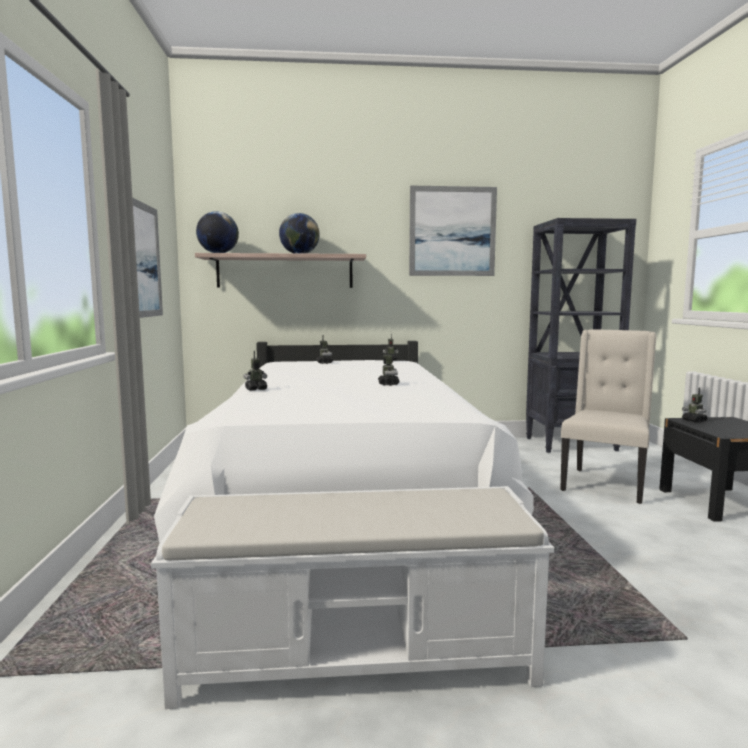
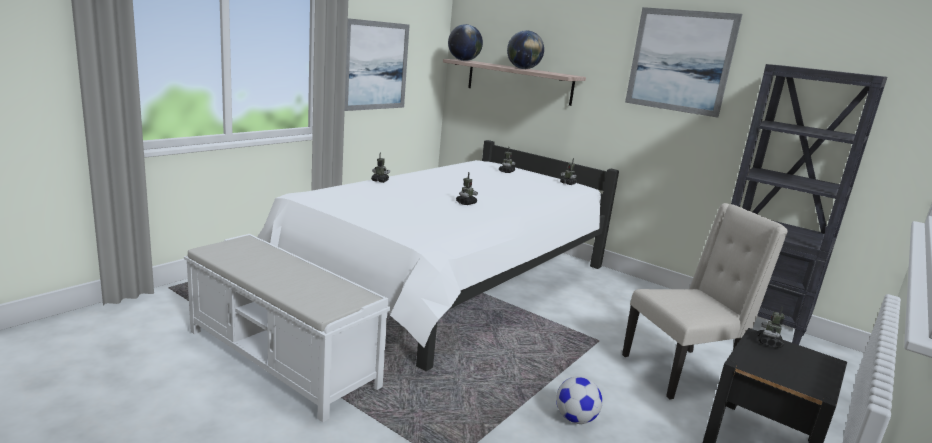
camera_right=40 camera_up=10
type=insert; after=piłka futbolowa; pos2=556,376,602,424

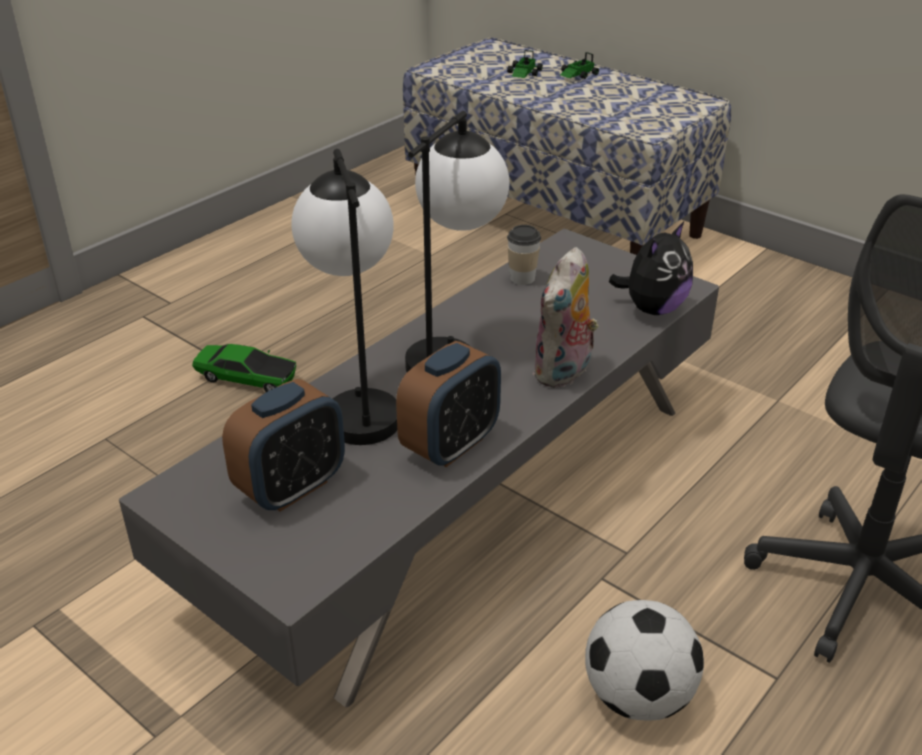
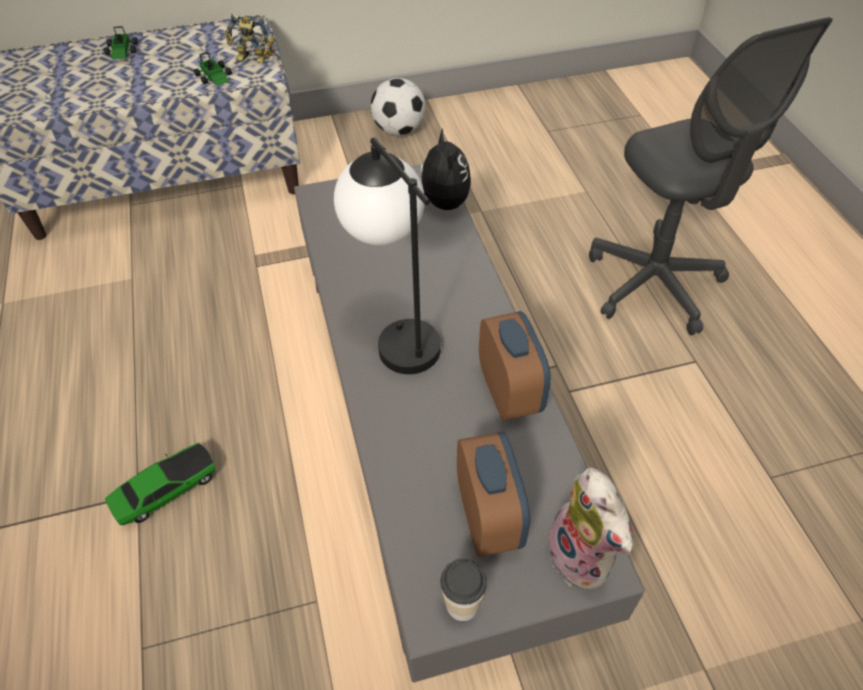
camera_right=-55 camera_up=15
type=move; before=samochodzik; pos1=507,50,543,78; pos2=194,52,232,86
type=delete; before=lampa stołowa; pos1=291,149,397,445
type=move; before=filiżanka; pos1=507,225,541,285; pos2=441,559,487,621
type=move; before=pluszak; pos1=533,247,599,388; pos2=548,467,633,589
type=move; before=piłka futbolowa; pos1=585,600,704,720; pos2=371,78,426,135
type=insert; after=robot zabawkowy; pos2=224,13,275,63

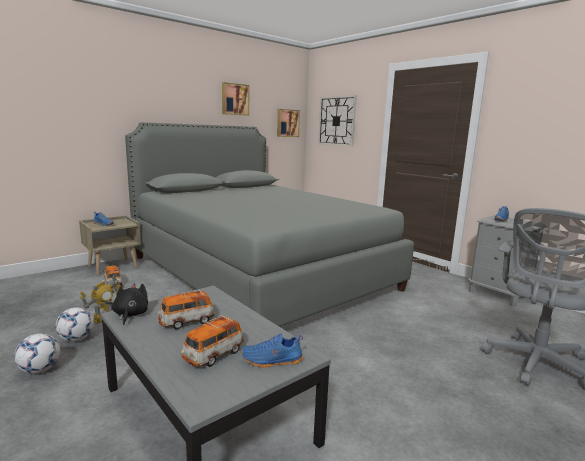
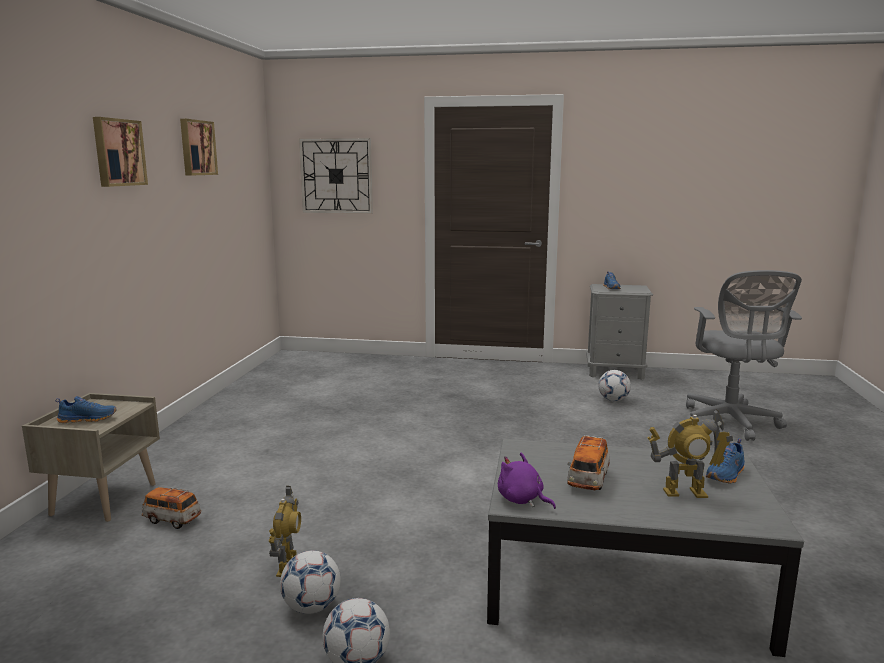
camera_right=-40 camera_up=0
type=move; before=obraz; pos1=277,109,300,137; pos2=93,117,148,187
type=delete; before=łóżko [szary]; pos1=125,122,414,327
type=recolor; before=pluszak [czarny]; after=pluszak [fioletowy]; pos1=112,283,148,325; pos2=498,453,556,509
type=replace; before=samochodzik; after=robot zabawkowy; pos1=181,315,244,367; pos2=648,409,733,498
type=insert; after=piłka futbolowa; pos2=598,370,631,401

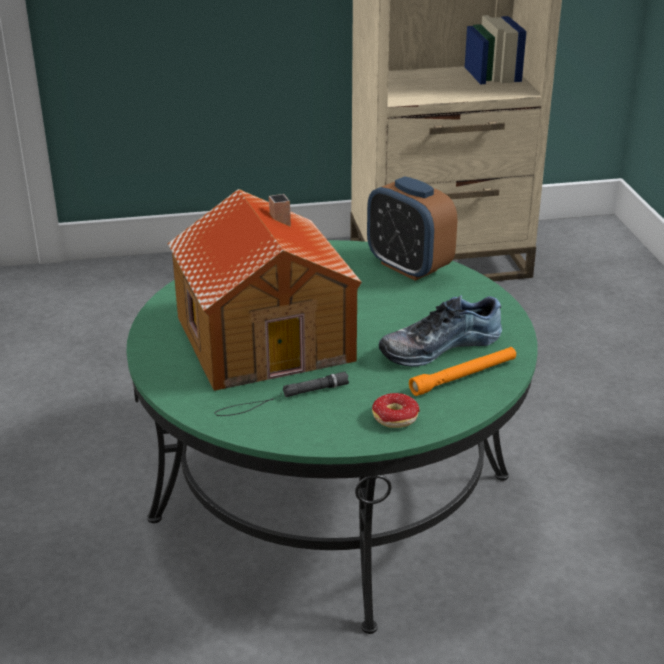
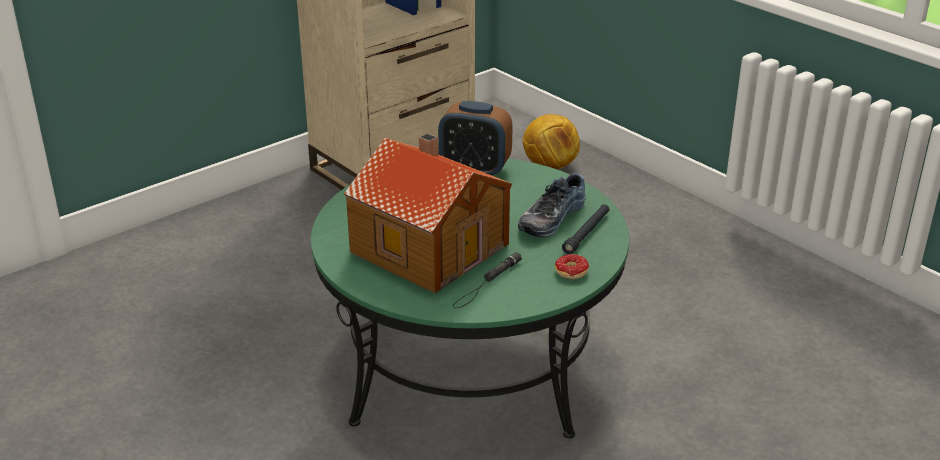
camera_right=-30 camera_up=0
type=recolor; before=latarka [pomarańczowy]; after=latarka [czarny]; pos1=409,347,516,396; pos2=562,204,609,254
type=insert; after=piłka futbolowa; pos2=523,114,580,170

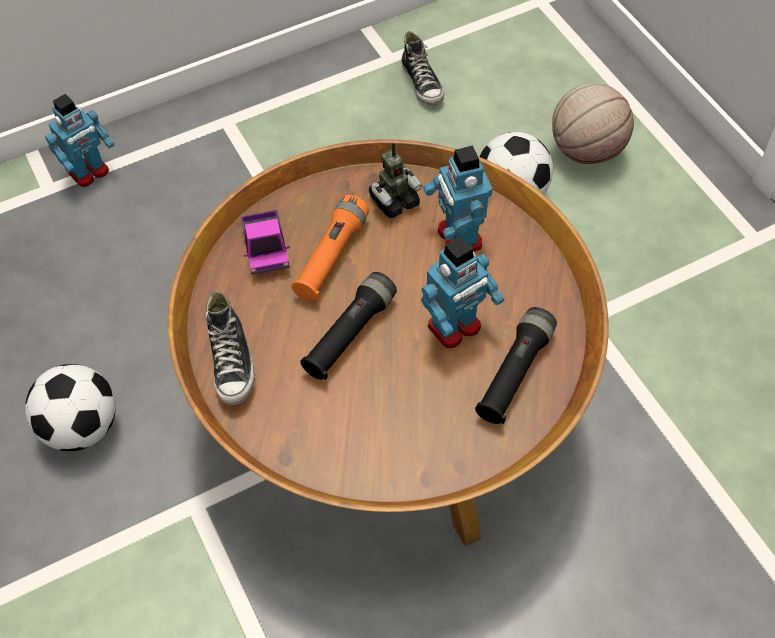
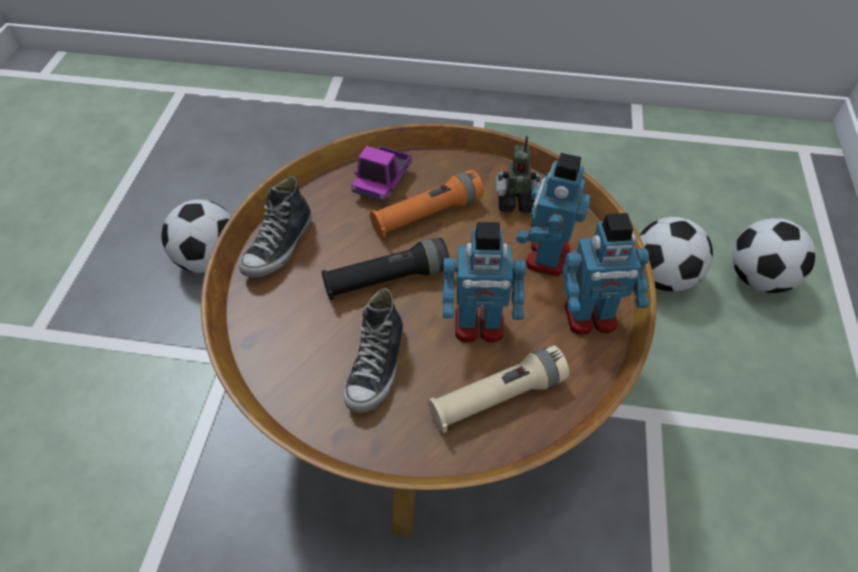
camera_right=35 camera_up=-5
type=move; before=but; pos1=401,31,444,105; pos2=344,288,403,413
type=replace; before=piłka do koszykówki; after=piłka futbolowa; pos1=552,83,634,164; pos2=732,218,816,293
type=move; before=robot zabawkowy; pos1=45,94,115,187; pos2=563,213,649,335
type=recolor; before=latarka [czarny]; after=latarka [beżowy]; pos1=475,307,557,424; pos2=428,345,569,433

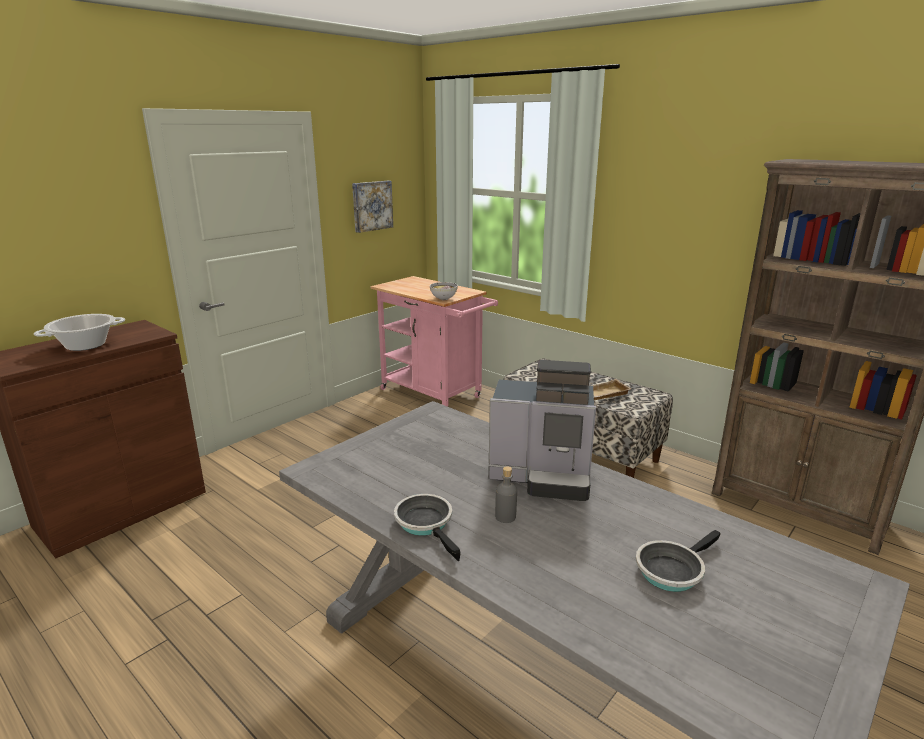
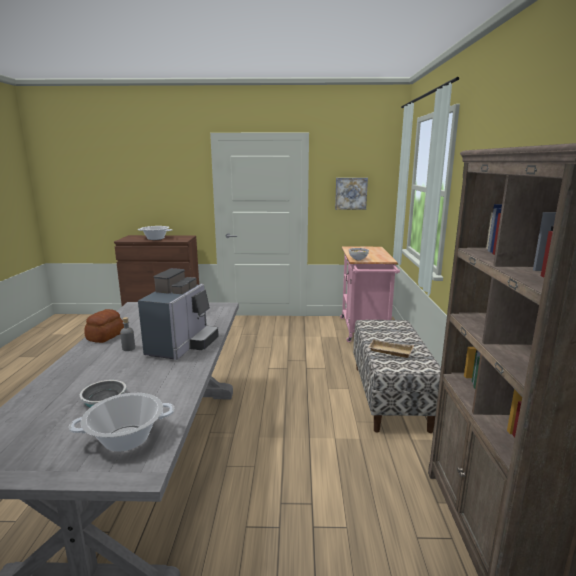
camera_right=50 camera_up=-5
type=rotate; before=ekspres do kawy; pos1=488,360,596,501; pos2=138,268,219,360; turn=-135
type=replace; before=patelnia; after=chleb; pos1=394,494,461,561; pos2=84,309,124,343
type=insert; after=garnek; pos2=69,393,175,452

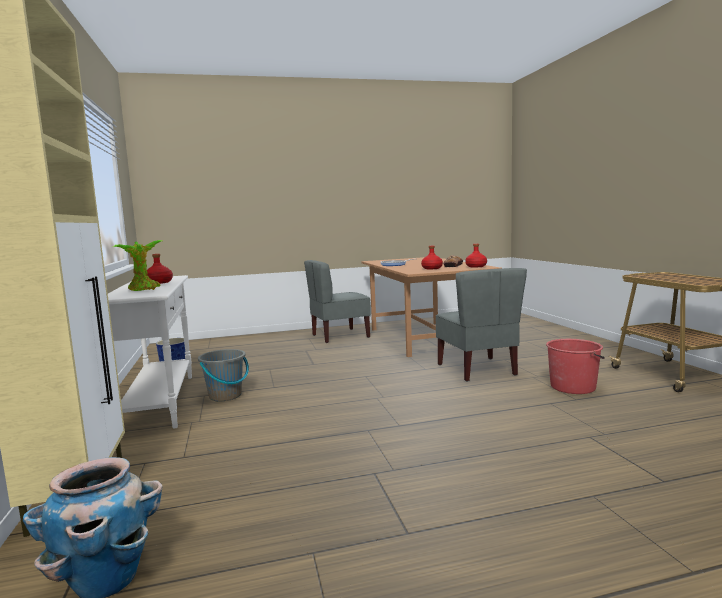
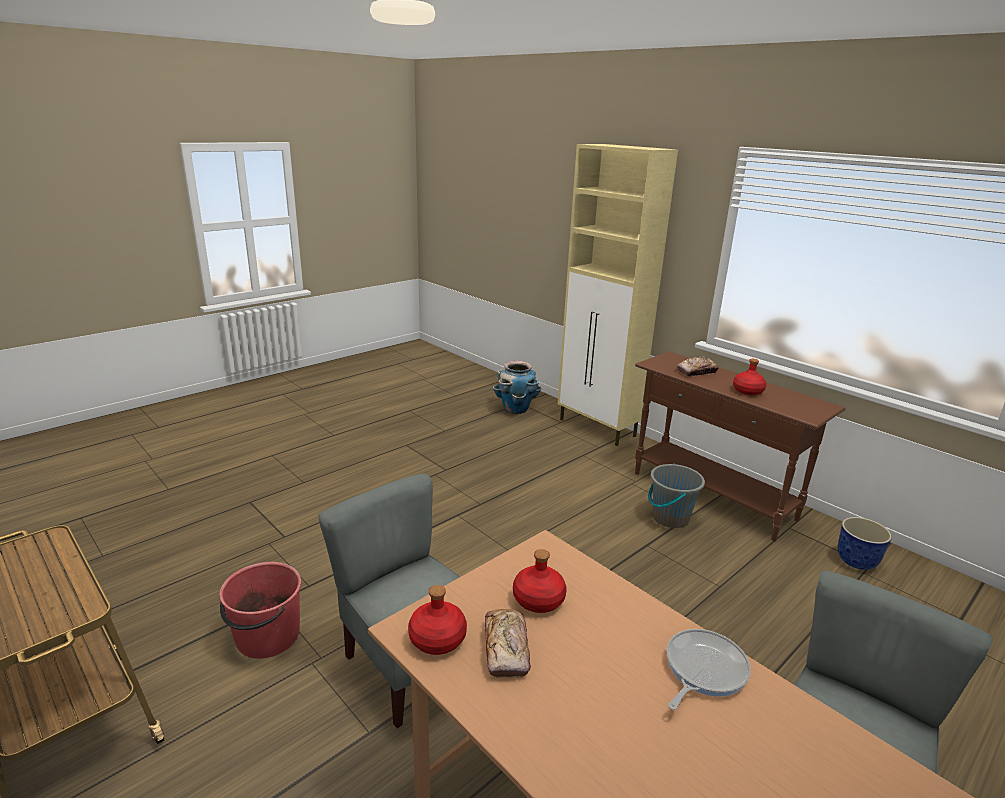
camera_right=150 camera_up=15
type=replace; before=roślina doniczkowa; after=chleb; pos1=113,240,162,291; pos2=677,356,719,376
type=recolor; before=stolik konsolowy [biały]; after=stolik konsolowy [brązowy]; pos1=108,275,192,429; pos2=635,351,845,541

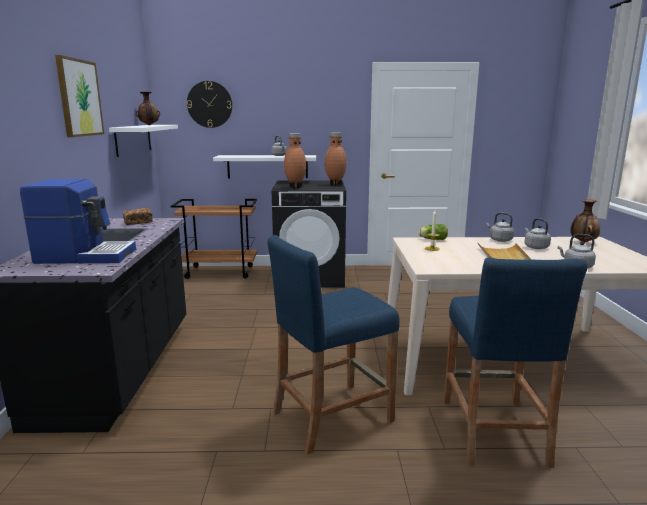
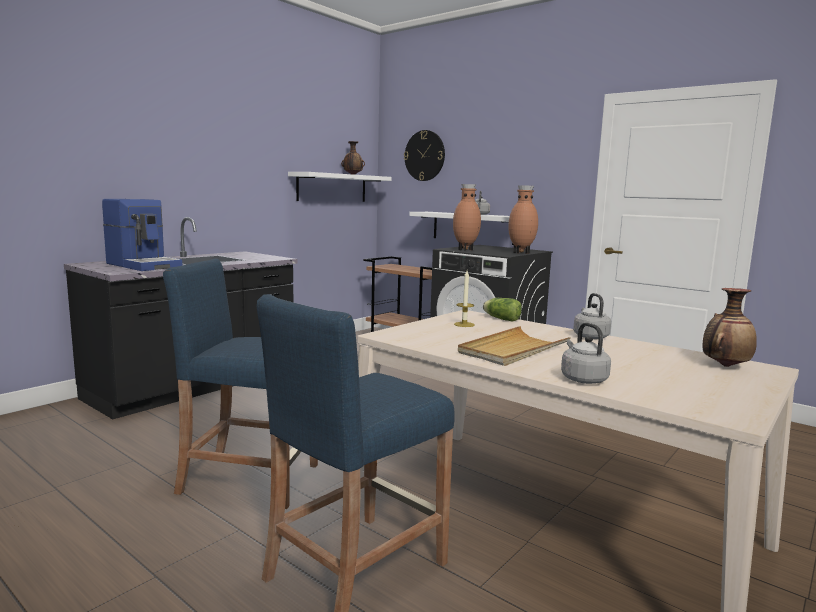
camera_right=40 camera_up=-5
type=delete; before=obraz; pos1=55,55,104,137
type=delete; before=chleb; pos1=123,208,153,225
type=delete; before=czajnik [szary]; pos1=525,218,551,249

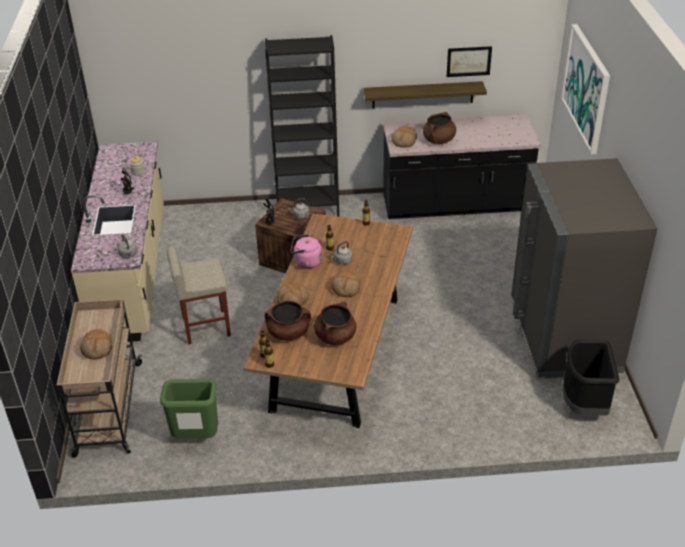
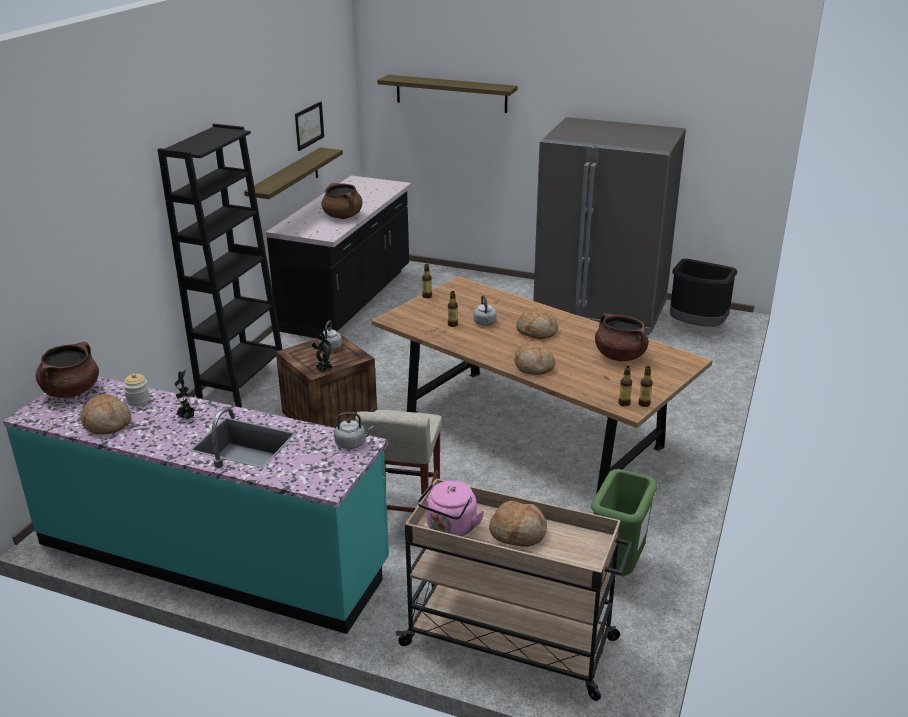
camera_right=-65 camera_up=-10
type=replace; before=obraz; after=półka; pos1=561,24,610,154; pos2=377,75,518,113
type=move; before=chleb; pos1=392,126,417,148; pos2=80,394,131,435
type=recolor; before=zabudowa kuchenna [beżowy]; after=zabudowa kuchenna [turkusowy]; pos1=71,141,164,342; pos2=3,377,389,634
type=move; before=czajnik [różowy]; pos1=290,234,322,269; pos2=418,481,484,537
type=move; before=garnek [brązowy]; pos1=265,301,311,341; pos2=36,342,99,398

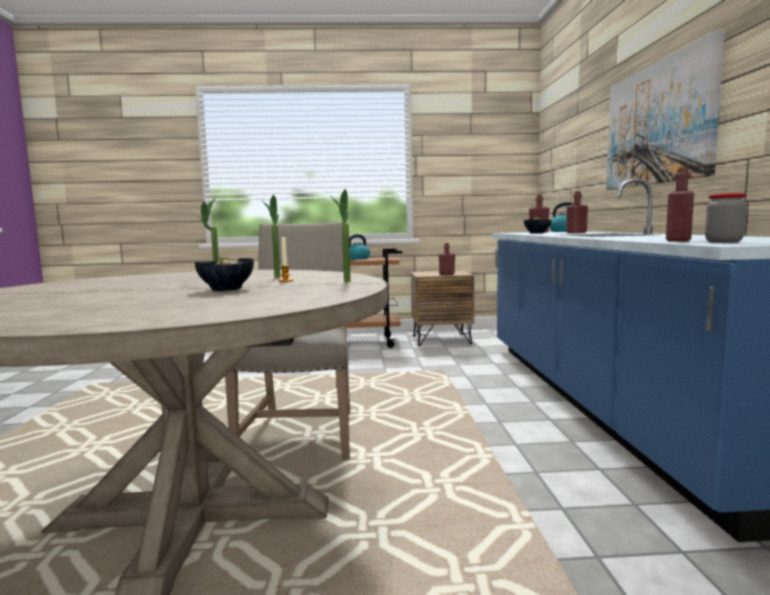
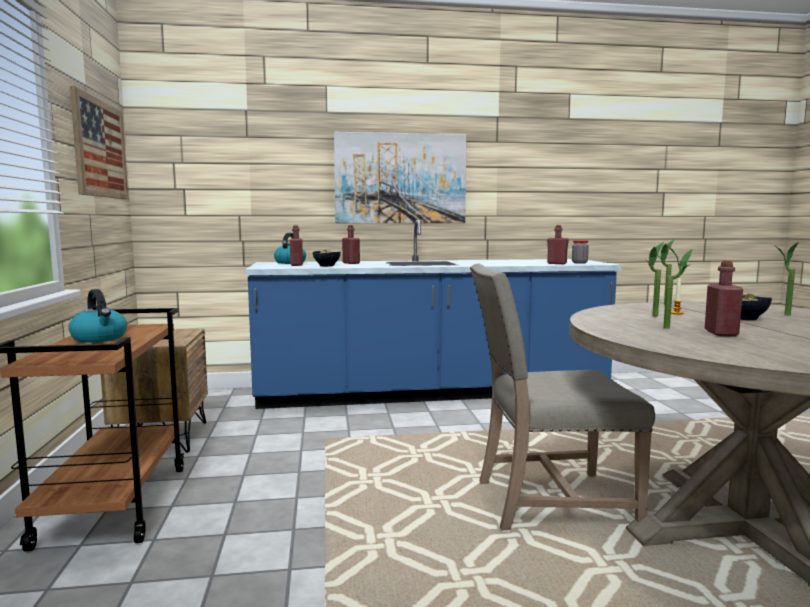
camera_right=-95 camera_up=0
type=move; before=butelka [czerwony]; pos1=438,243,455,275; pos2=705,260,743,337
type=insert; after=obraz; pos2=70,86,128,199
type=insert; after=roślina doniczkowa; pos2=776,242,798,316

